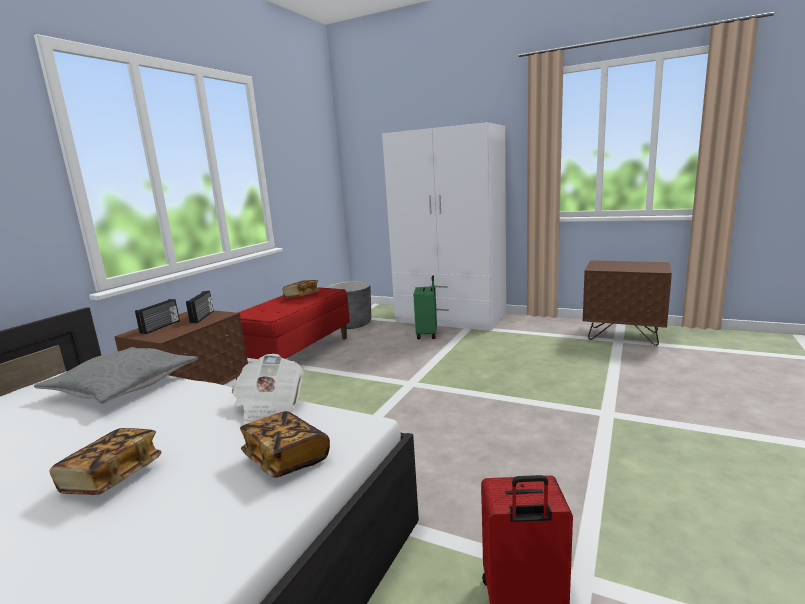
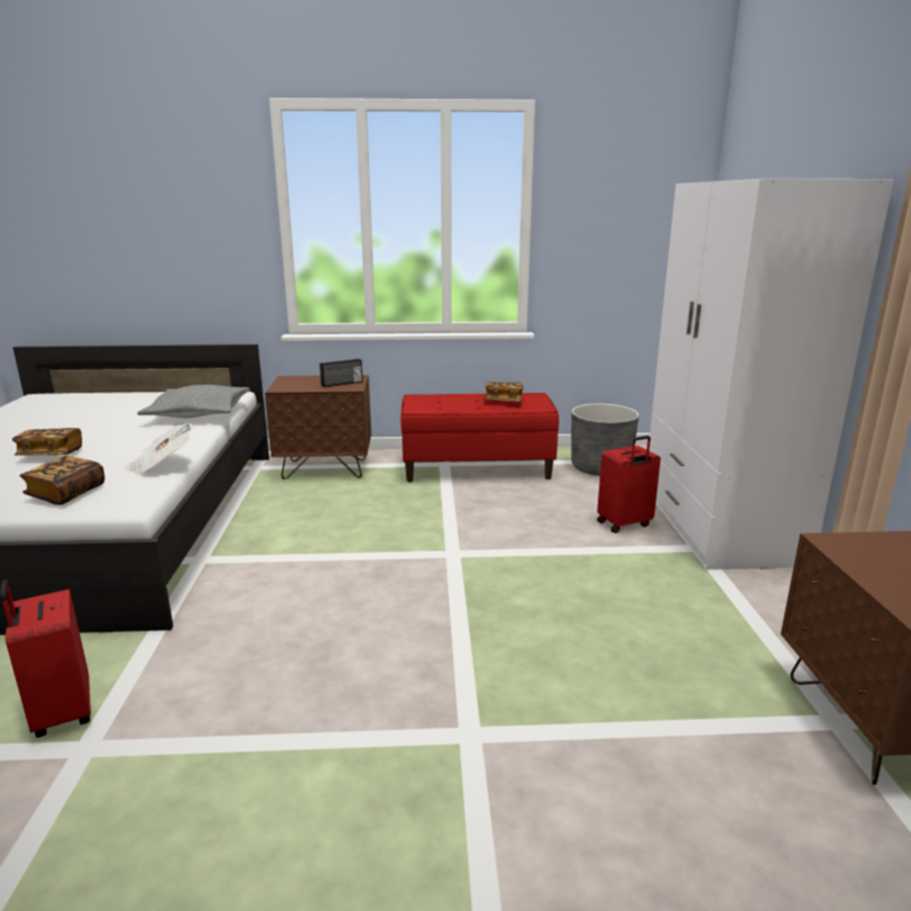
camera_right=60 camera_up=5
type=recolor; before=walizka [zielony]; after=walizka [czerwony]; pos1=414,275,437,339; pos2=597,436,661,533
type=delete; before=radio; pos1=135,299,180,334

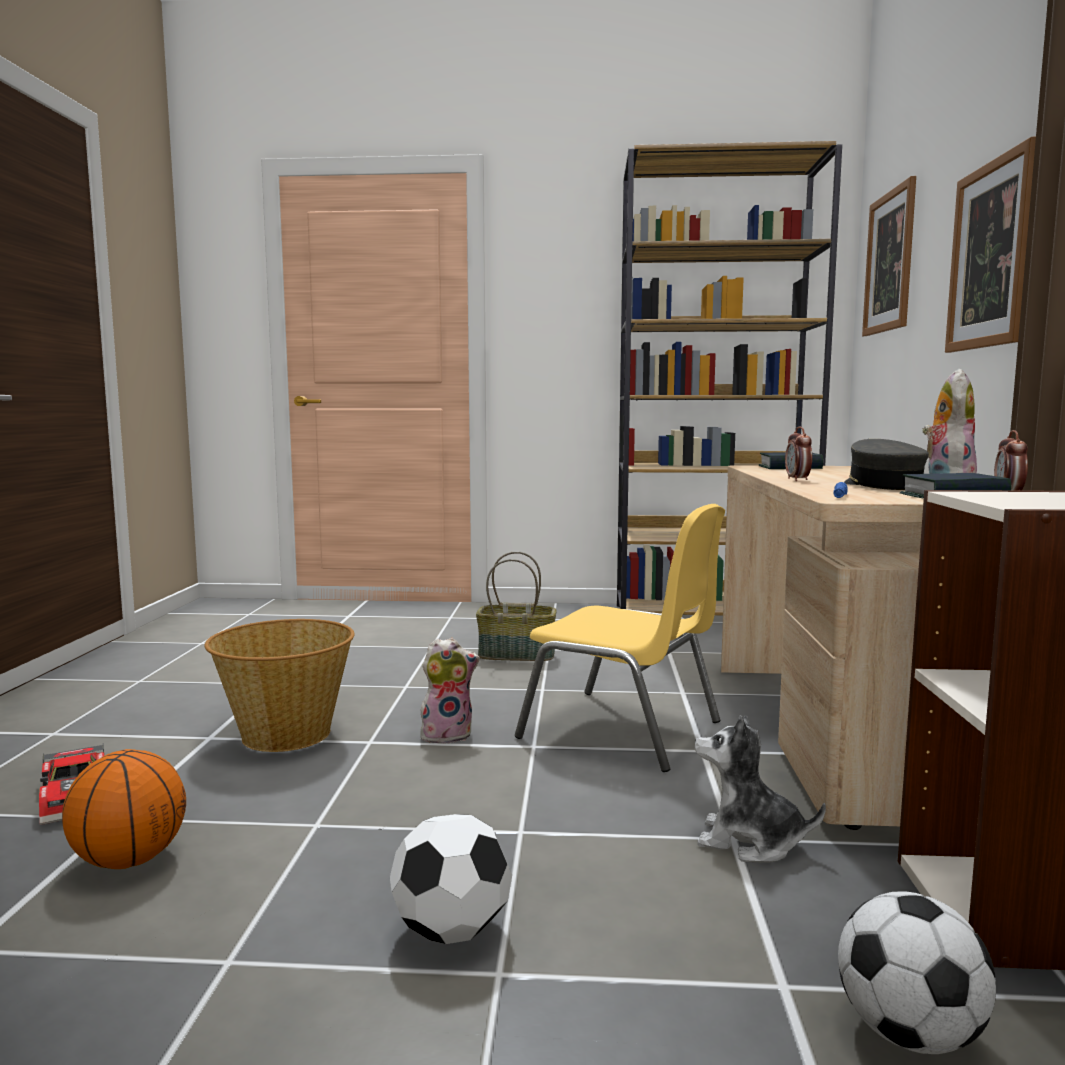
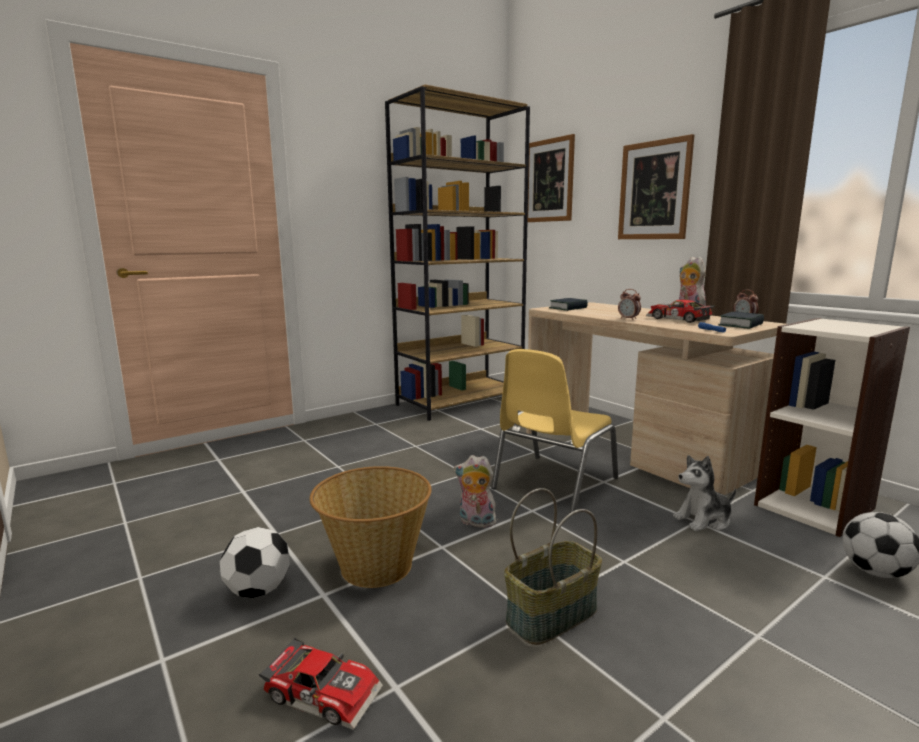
camera_right=-40 camera_up=5
type=replace; before=czapka z daszkiem [szary]; after=samochodzik; pos1=844,439,929,490; pos2=646,300,715,323
type=rotate; before=krzesło [żółty]; pos1=515,504,725,772; pos2=491,349,618,513; turn=135
type=move; before=koszyk; pos1=476,551,557,661; pos2=504,488,602,645
type=rotate; before=pluszak; pos1=421,638,480,744; pos2=454,455,496,528; turn=-105
type=delete; before=piłka do koszykówki; pos1=62,749,186,869
type=move; before=piłka futbolowa; pos1=390,814,512,944; pos2=220,527,290,598

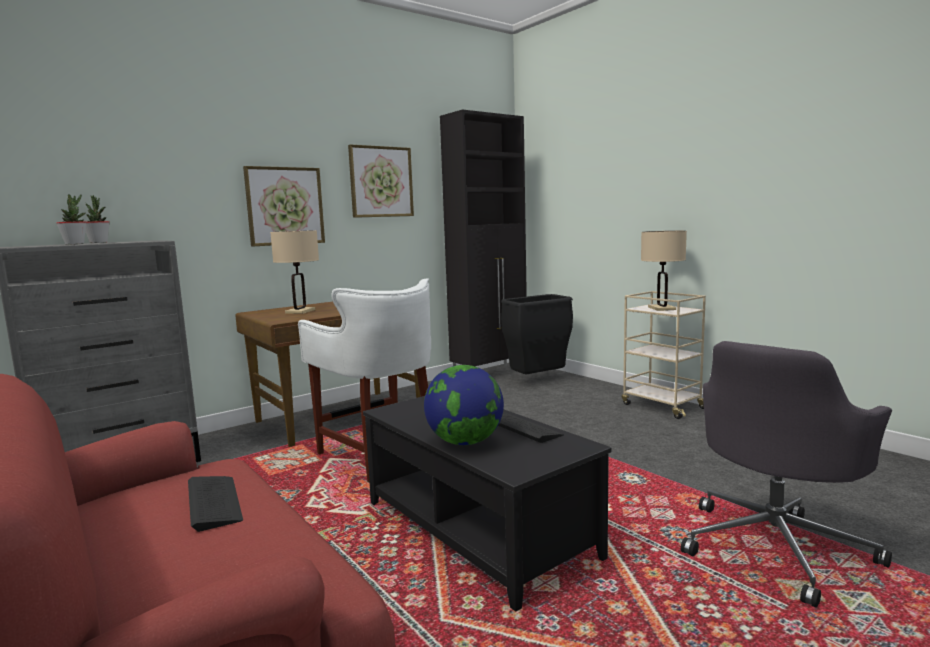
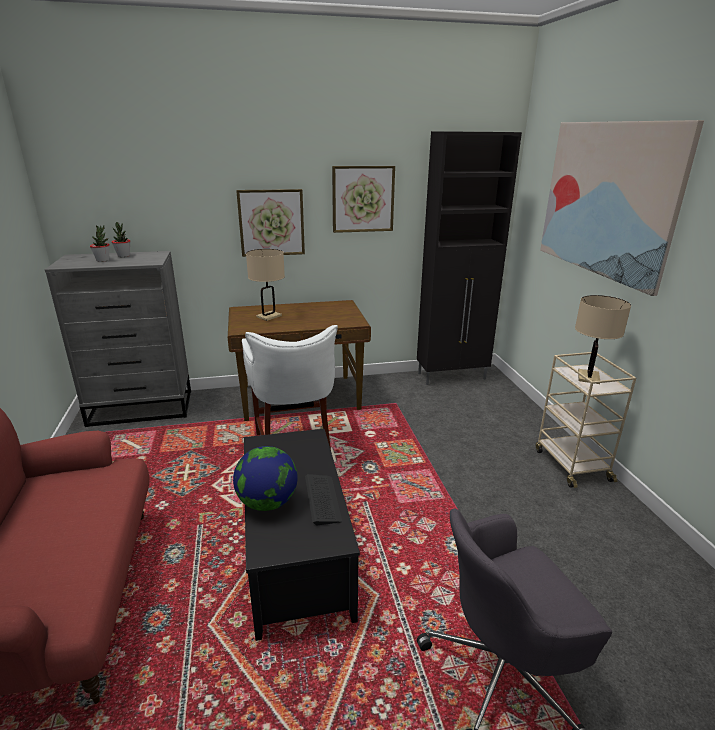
camera_right=25 camera_up=15
type=delete; before=kosz na śmieci [czarny]; pos1=501,294,573,374
type=delete; before=klawiatura; pos1=188,476,243,532
type=insert; after=obraz; pos2=540,120,704,296

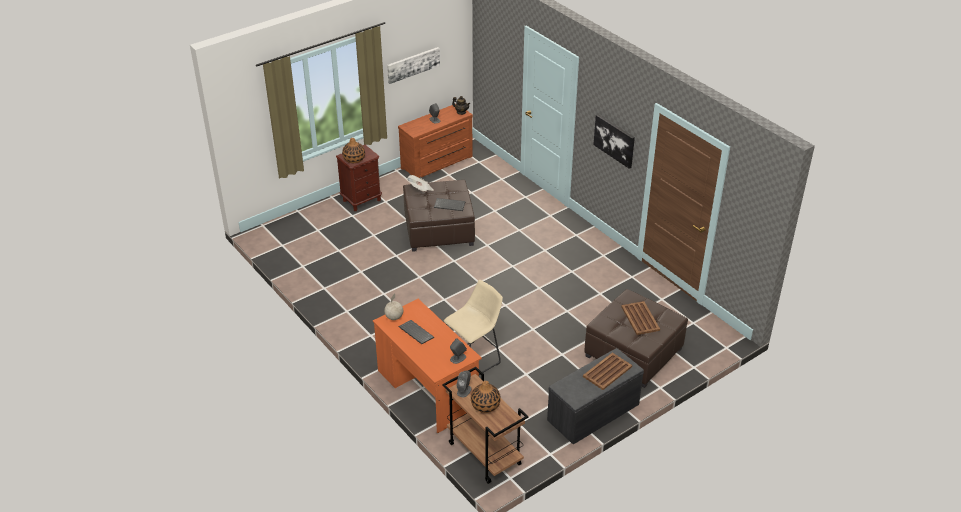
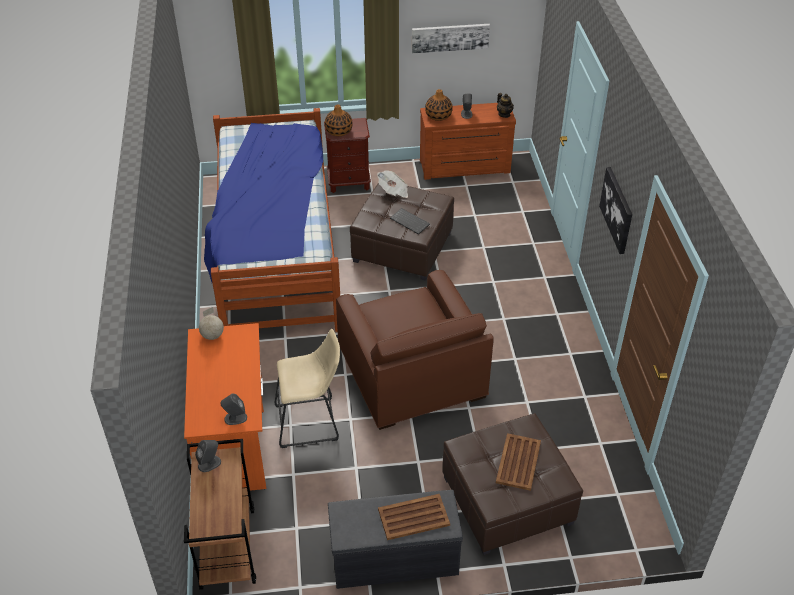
camera_right=30 camera_up=5
type=delete; before=klawiatura; pos1=399,320,434,344
type=move; before=wazon; pos1=471,381,501,413; pos2=425,89,453,121
type=insert; after=łóżko; pos2=204,108,340,332
type=insert; after=fotel [brązowy]; pos2=336,270,494,430

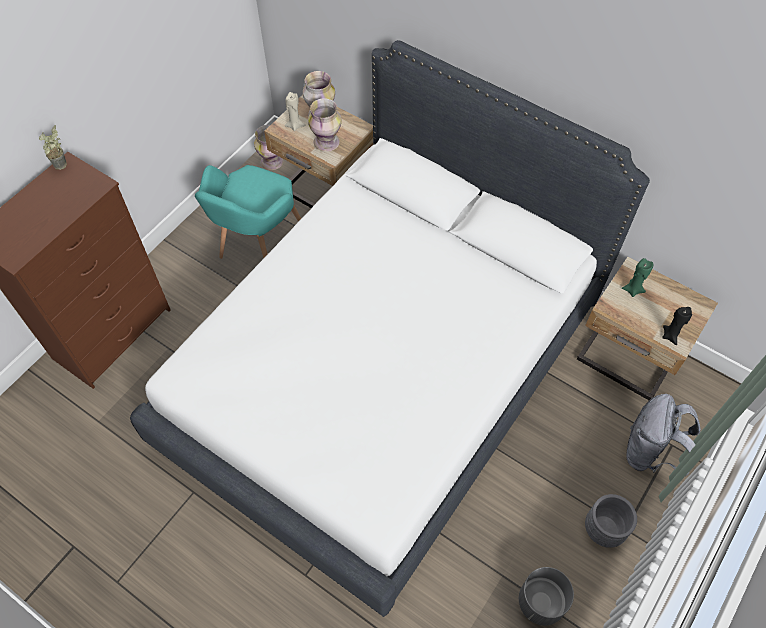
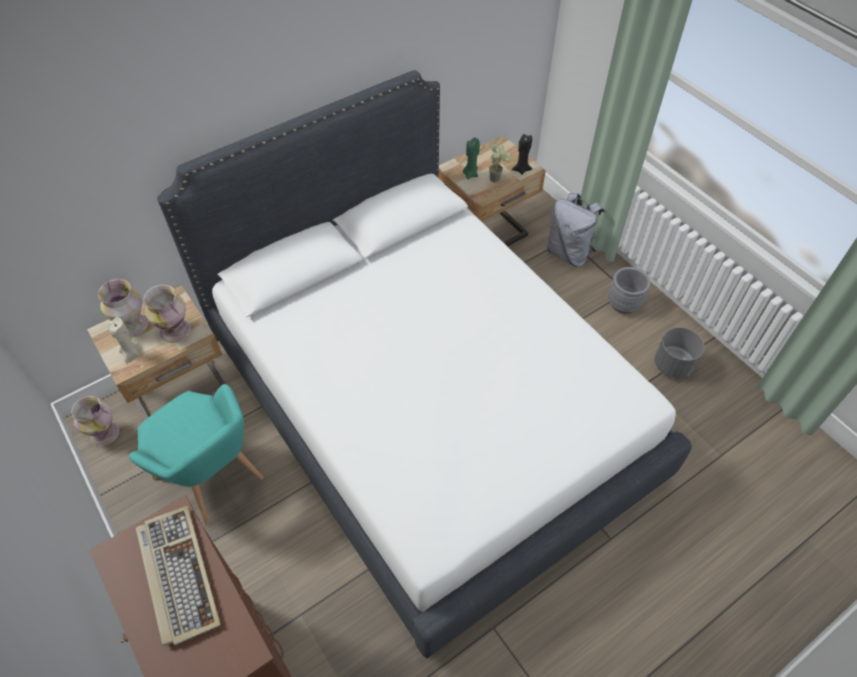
camera_right=-70 camera_up=-5
type=move; before=roślina doniczkowa; pos1=39,125,67,170; pos2=489,143,511,183
type=insert; after=klawiatura; pos2=136,506,221,646

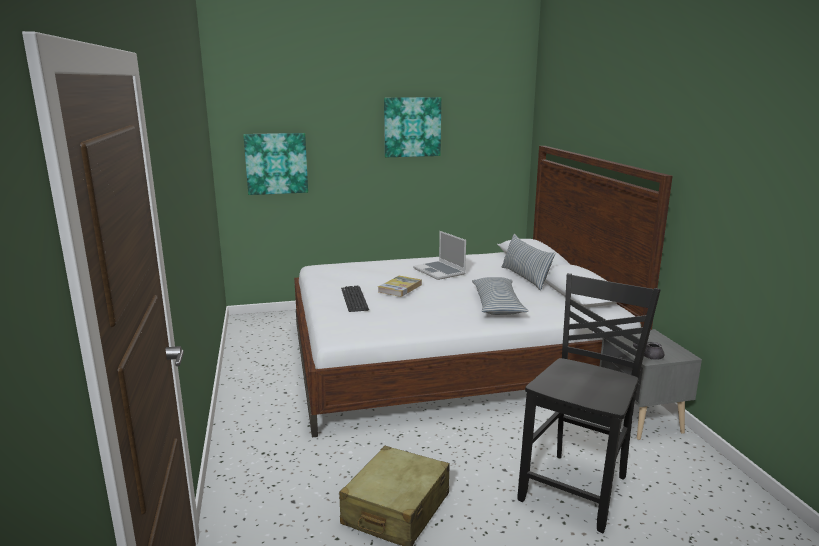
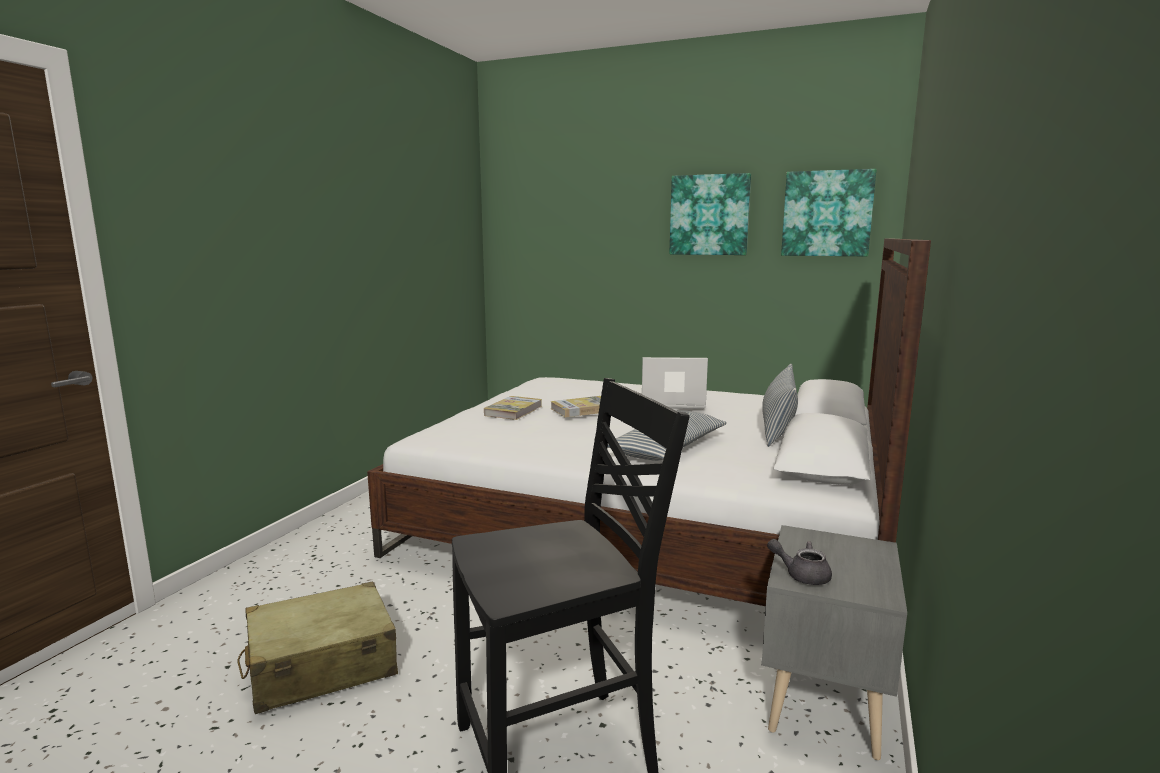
camera_right=35 camera_up=-5
type=move; before=obraz; pos1=243,133,308,195; pos2=781,169,876,257
type=rotate; before=laptop; pos1=413,231,466,280; pos2=640,357,708,409; turn=90
type=replace; before=klawiatura; after=książka; pos1=341,286,369,312; pos2=484,396,542,420

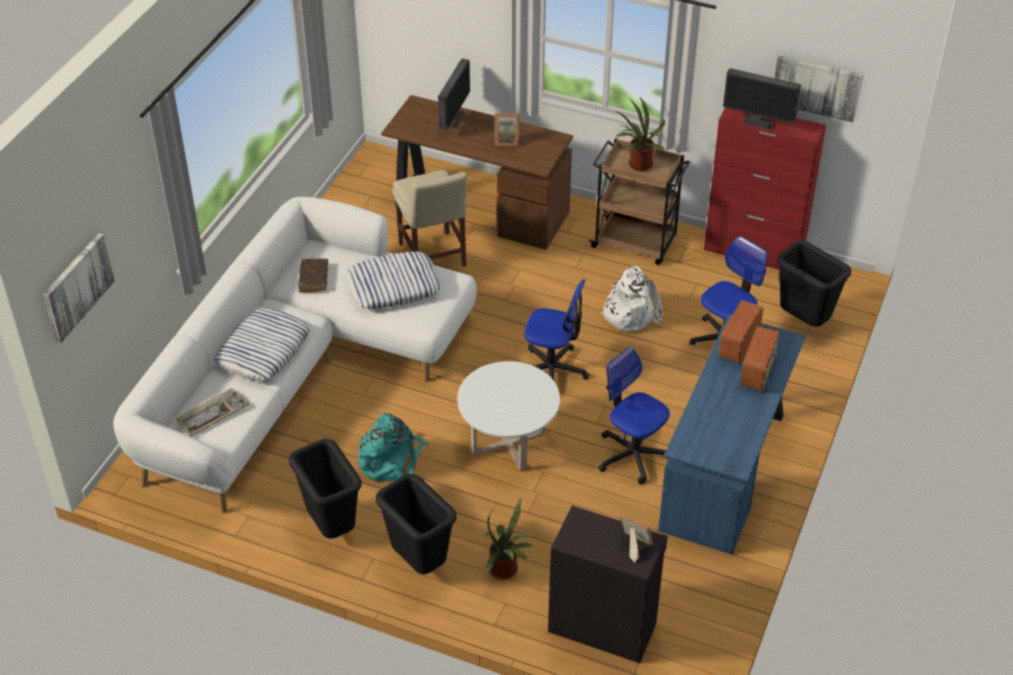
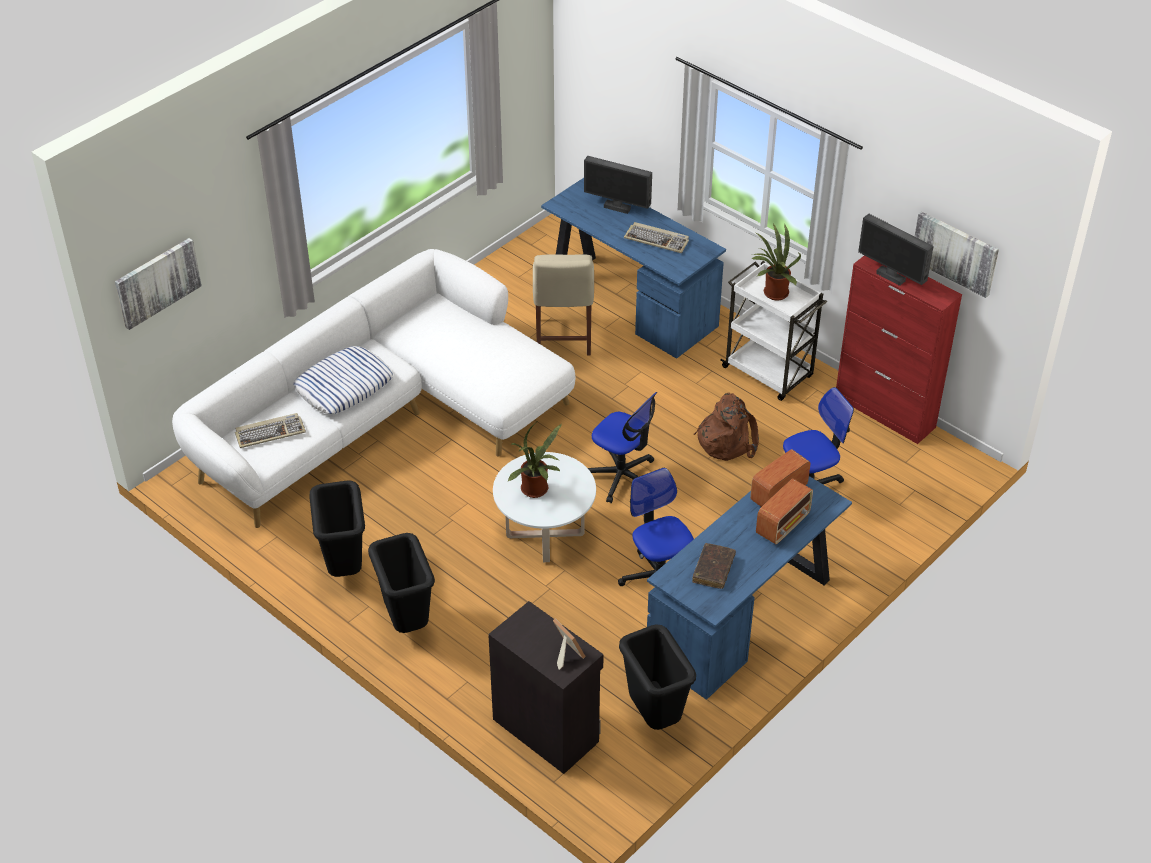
camera_right=20 camera_up=0
type=rotate; before=monitor; pos1=438,59,470,130; pos2=584,156,652,214; turn=75
type=recolor; before=biurko [brązowy]; after=biurko [niebieski]; pos1=381,95,573,250; pos2=541,178,726,359
type=replace; before=ramka na zdjęcie; after=klawiatura; pos1=495,113,519,147; pos2=624,222,689,253
type=recolor; before=wózek [brązowy]; after=wózek [biały]; pos1=589,138,690,265; pos2=721,261,827,401
type=move; before=kosz na śmieci [czarny]; pos1=777,240,851,327; pos2=619,624,696,730
type=delete; before=poduszka; pos1=347,251,440,309
type=move; before=książka [brązowy]; pos1=298,258,328,292; pos2=692,543,736,589
type=recolor; before=plecak [biały]; after=plecak [brązowy]; pos1=600,266,663,332; pos2=694,393,759,461
type=delete; before=plecak [turkusowy]; pos1=358,413,429,482
type=move; before=roślina doniczkowa; pos1=486,498,535,580; pos2=507,422,562,498

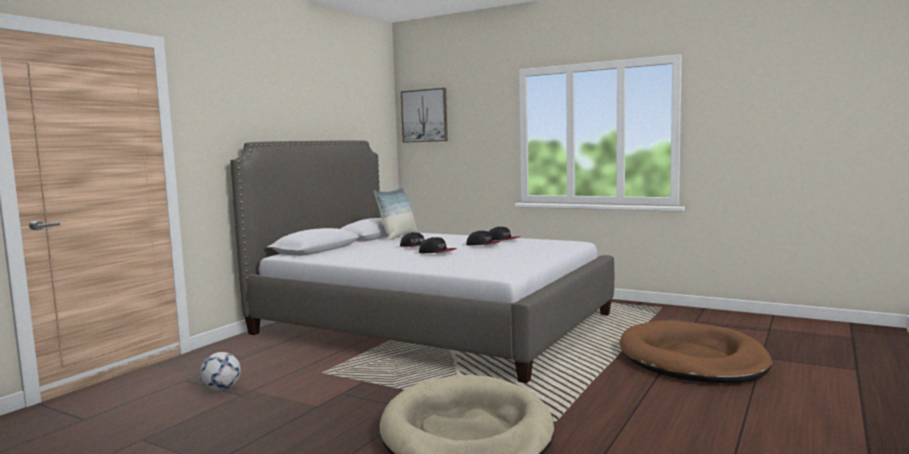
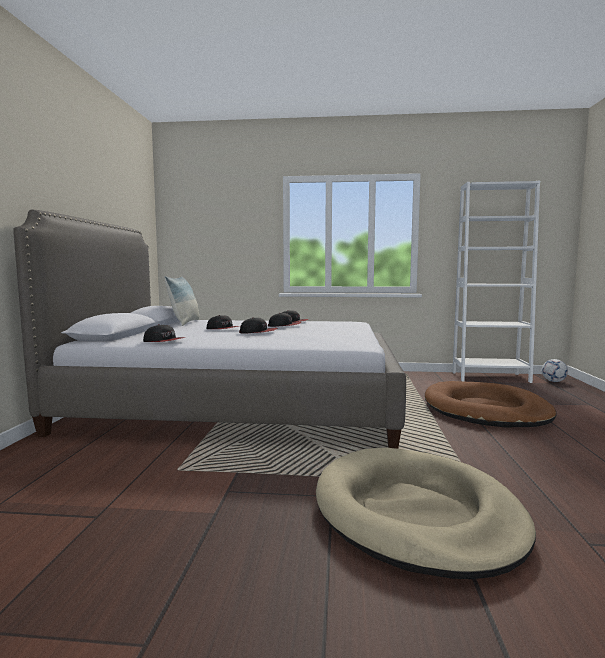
camera_right=-25 camera_up=0
type=delete; before=obraz; pos1=401,88,448,143
type=move; before=piłka futbolowa; pos1=200,352,241,391; pos2=542,359,568,382
type=insert; after=regał [biały]; pos2=452,180,540,383
type=insert; after=czapka z daszkiem; pos2=143,324,186,342

